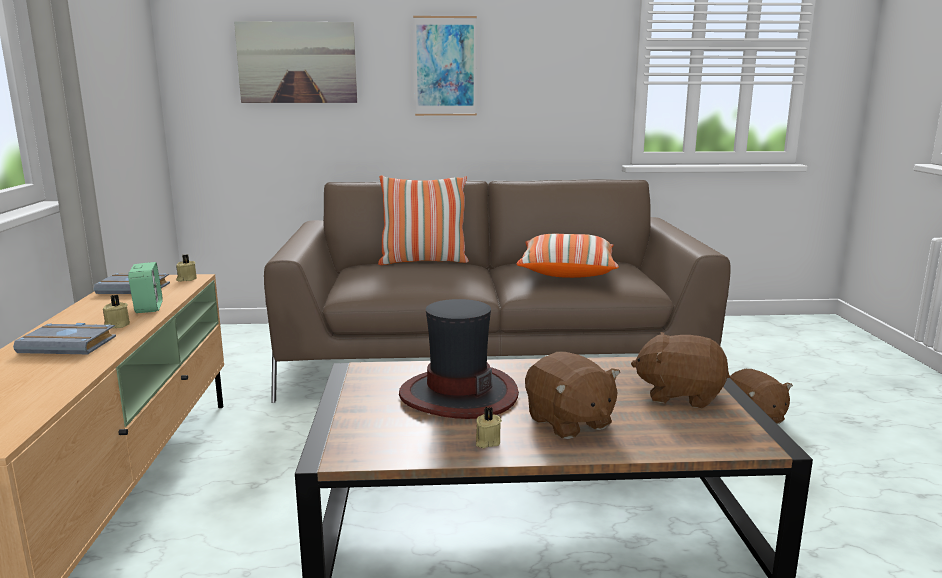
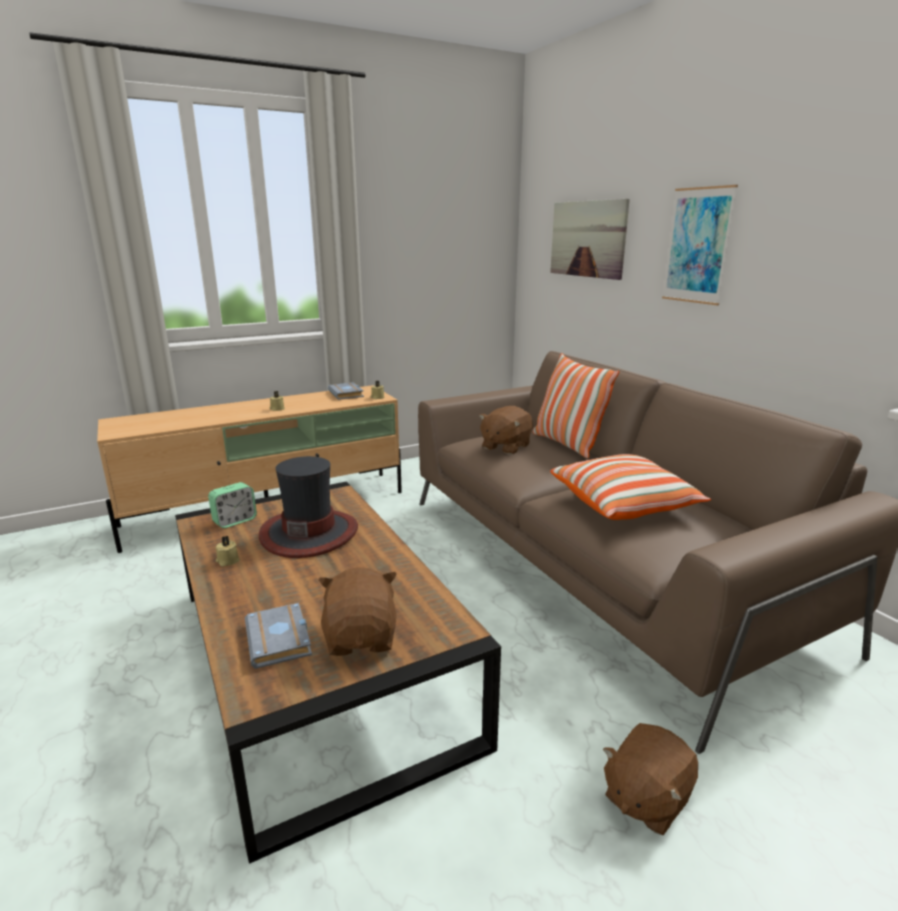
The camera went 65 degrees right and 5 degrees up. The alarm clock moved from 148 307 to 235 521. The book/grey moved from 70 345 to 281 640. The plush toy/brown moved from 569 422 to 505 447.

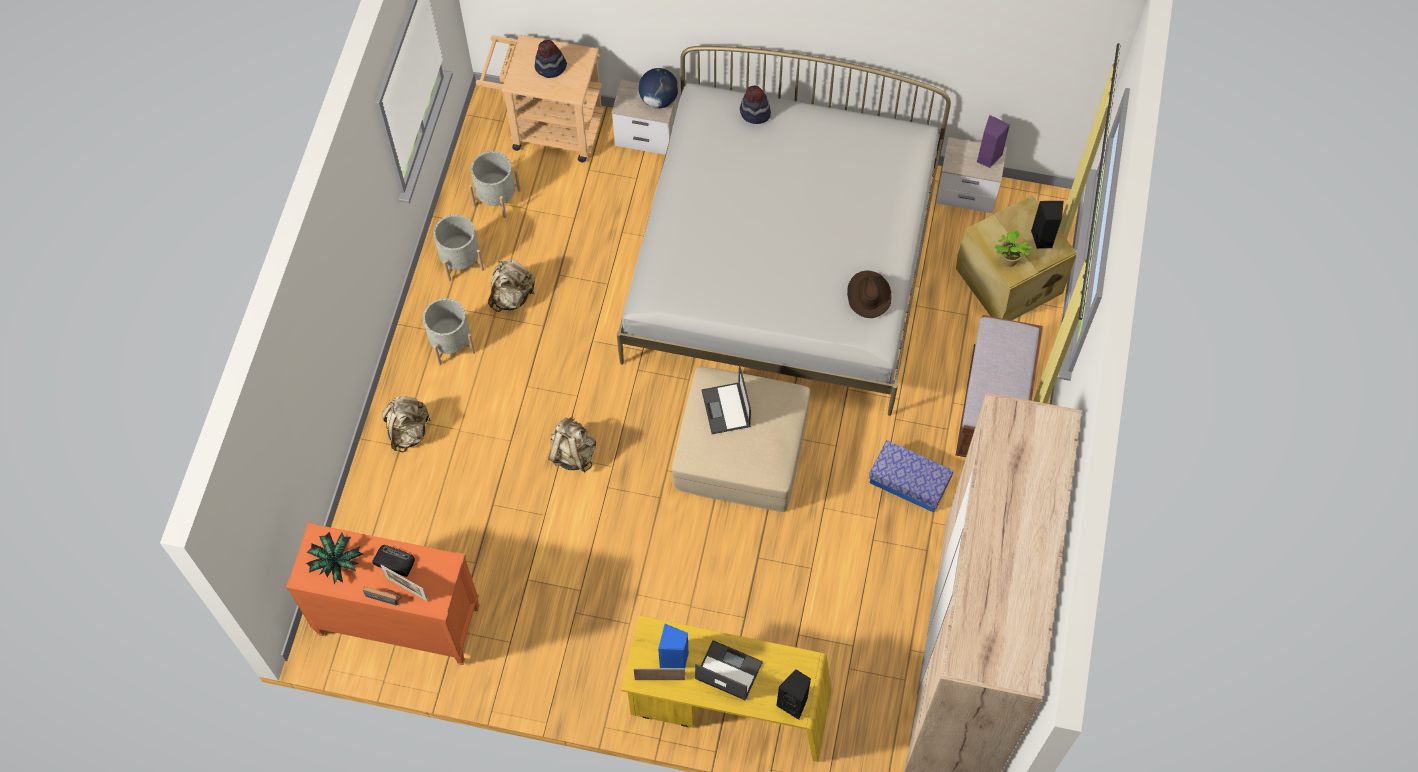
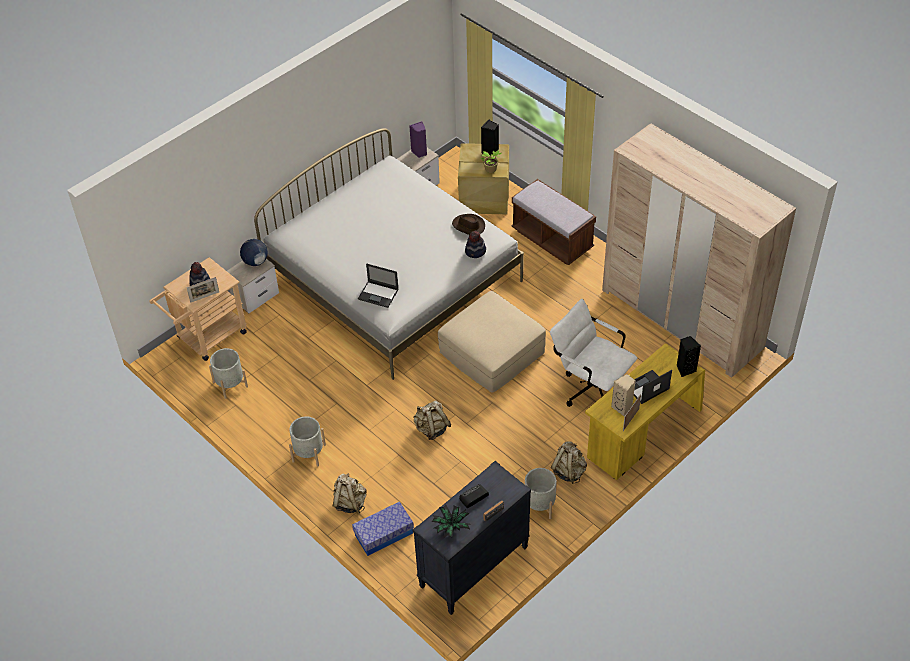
The camera went 55 degrees left and 15 degrees down. The picture frame moved from 407 589 to 204 297. The storage box moved from 908 482 to 384 534. The laptop moved from 726 409 to 378 294. The dresser/orange at 398 621 became the dresser/black at 473 568. The hat moved from 755 113 to 475 251. The planter/grey moved from 461 261 to 539 505. The office chair/white at 590 387 appeared. The backpack/beige moved from 512 296 to 569 471. The speaker/blue at 674 658 became the speaker/beige at 622 407.

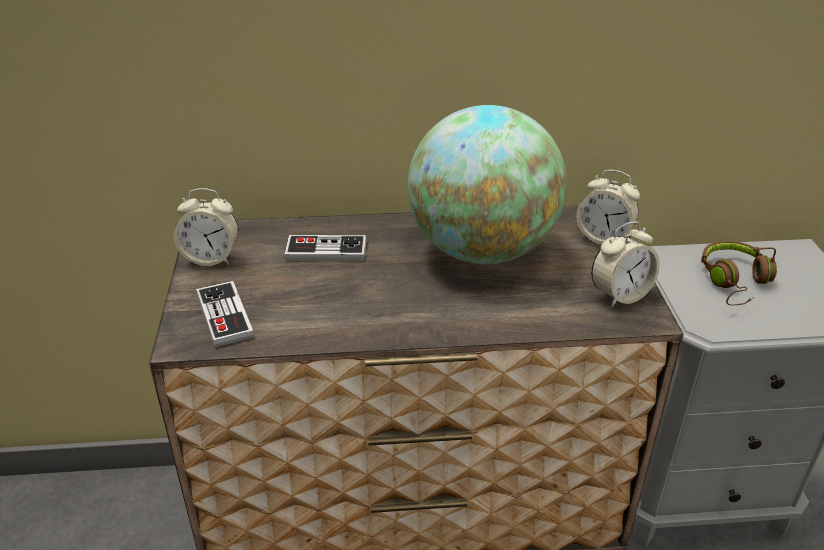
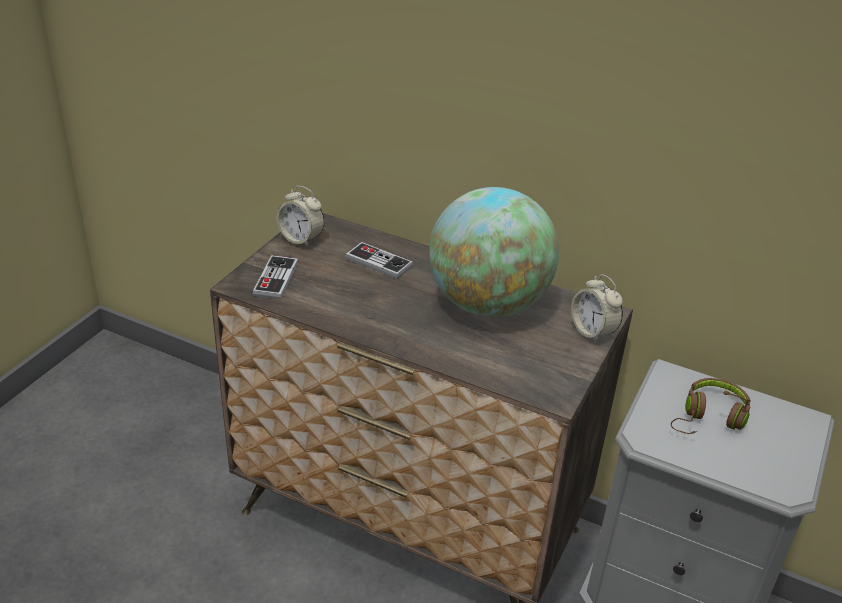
The camera went 30 degrees right and 0 degrees up. The alarm clock at 620 295 disappeared.

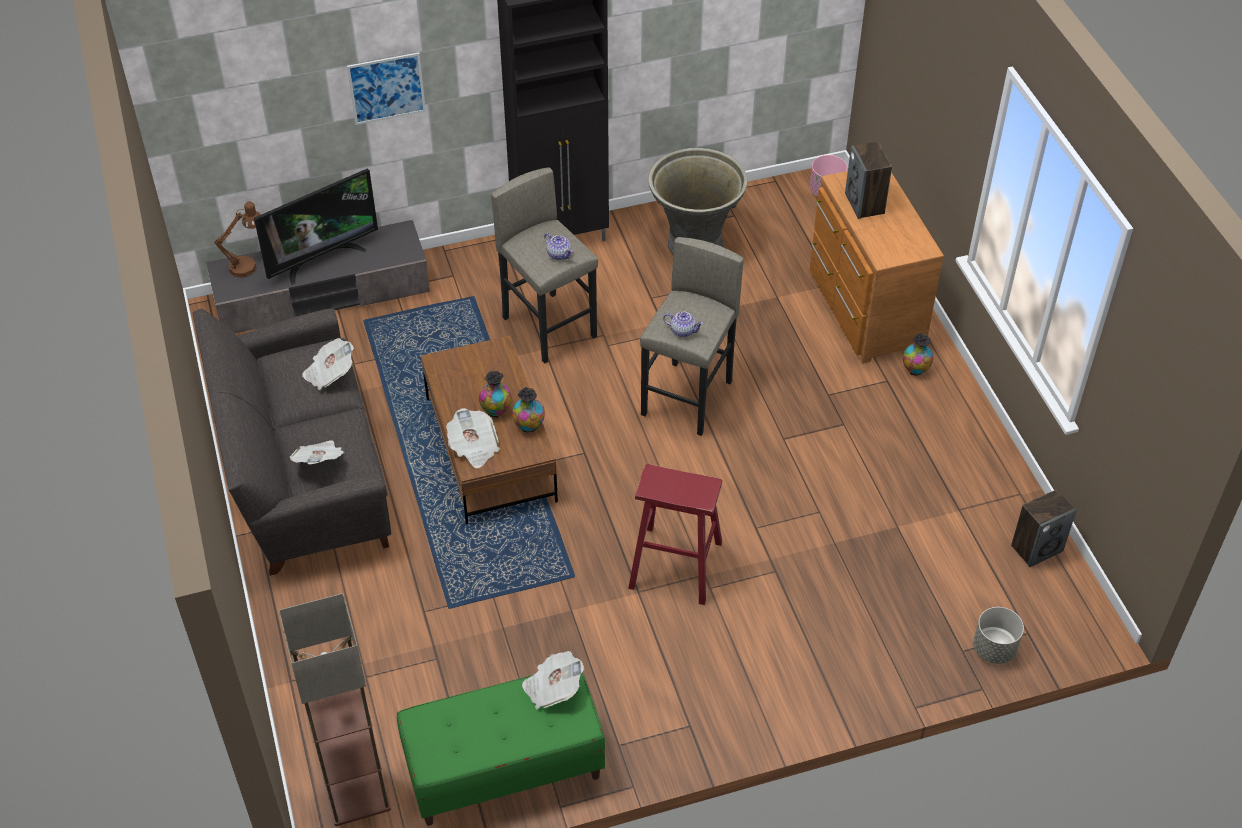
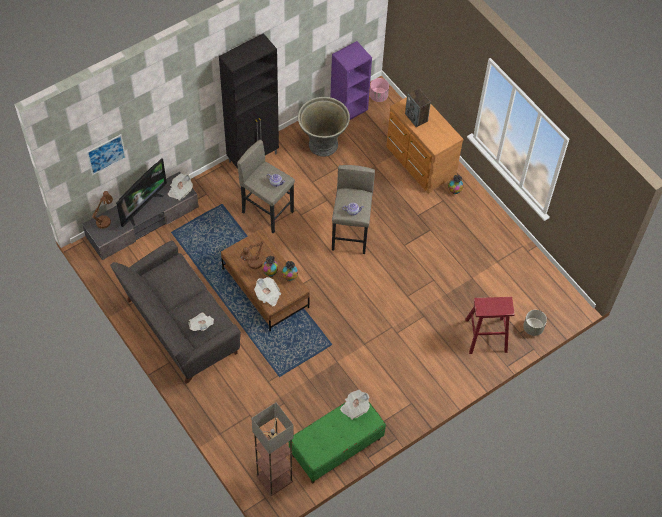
The camera went 20 degrees left and 10 degrees up. The picture moved from 386 88 to 106 154. The newspaper moved from 329 373 to 180 190. The table lamp/brown at 252 265 appeared. The bookcase/purple at 349 108 appeared. The stool/red moved from 675 565 to 486 335. The speaker at 1037 548 disappeared.

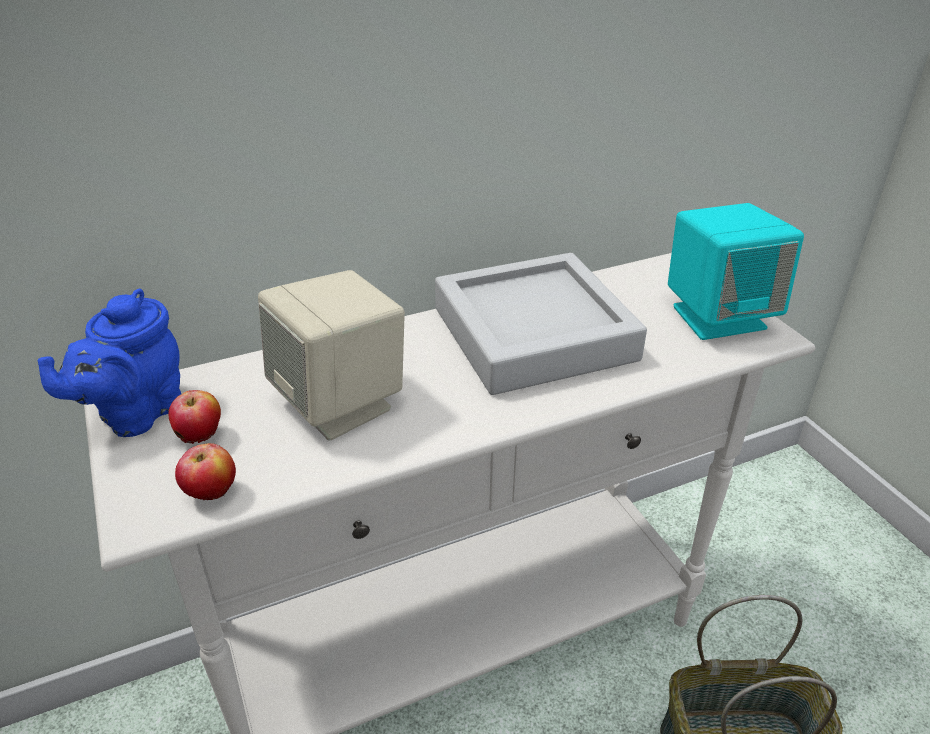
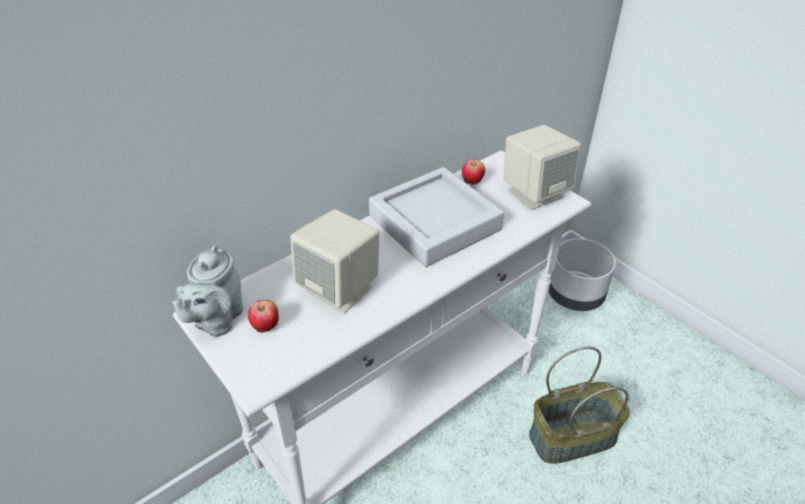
The camera went 15 degrees left and 5 degrees up. The teapot/blue at 136 414 became the teapot/grey at 217 320. The apple moved from 211 494 to 472 183. The speaker/turquoise at 718 317 became the speaker/beige at 535 193. The planter/grey at 575 296 appeared.

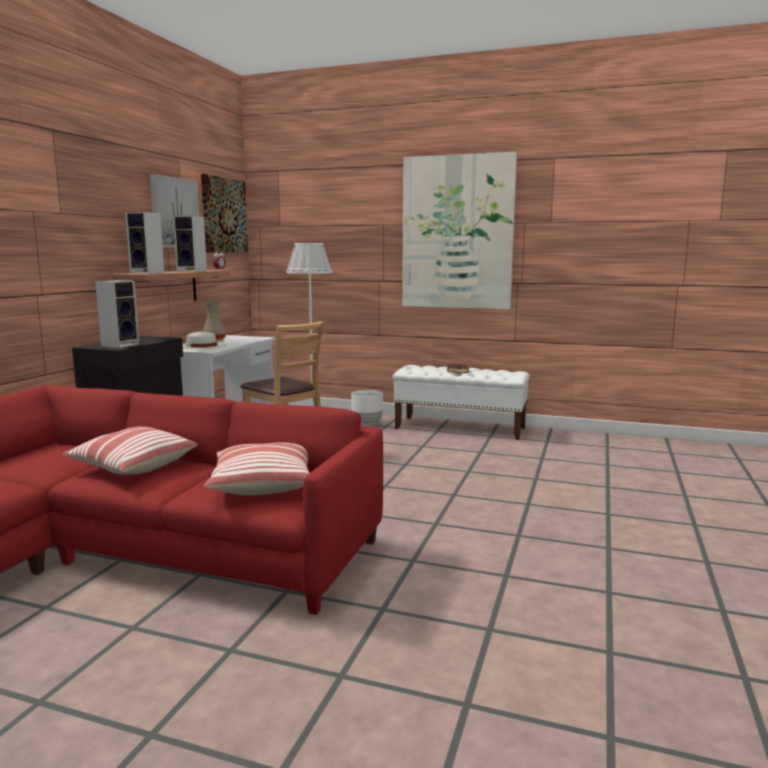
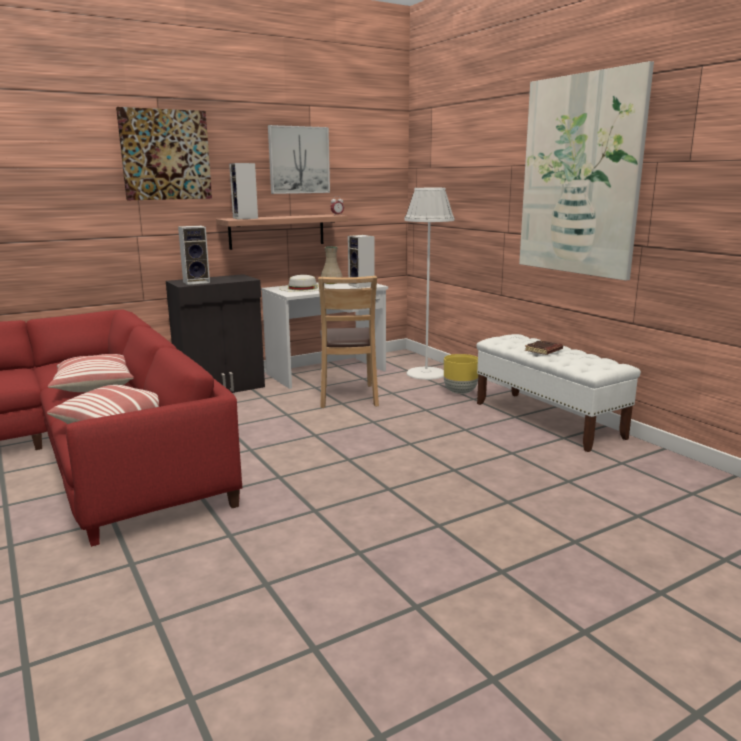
The camera went 40 degrees right and 5 degrees up. The picture moved from 223 215 to 165 155. The speaker moved from 193 271 to 362 285. The planter/white at 367 424 became the planter/yellow at 460 392.

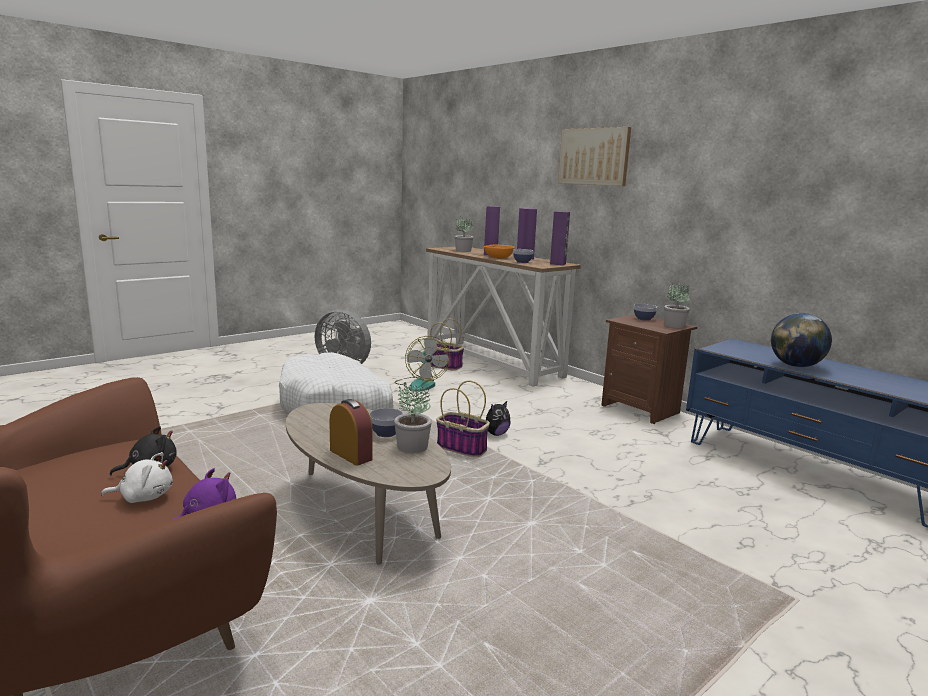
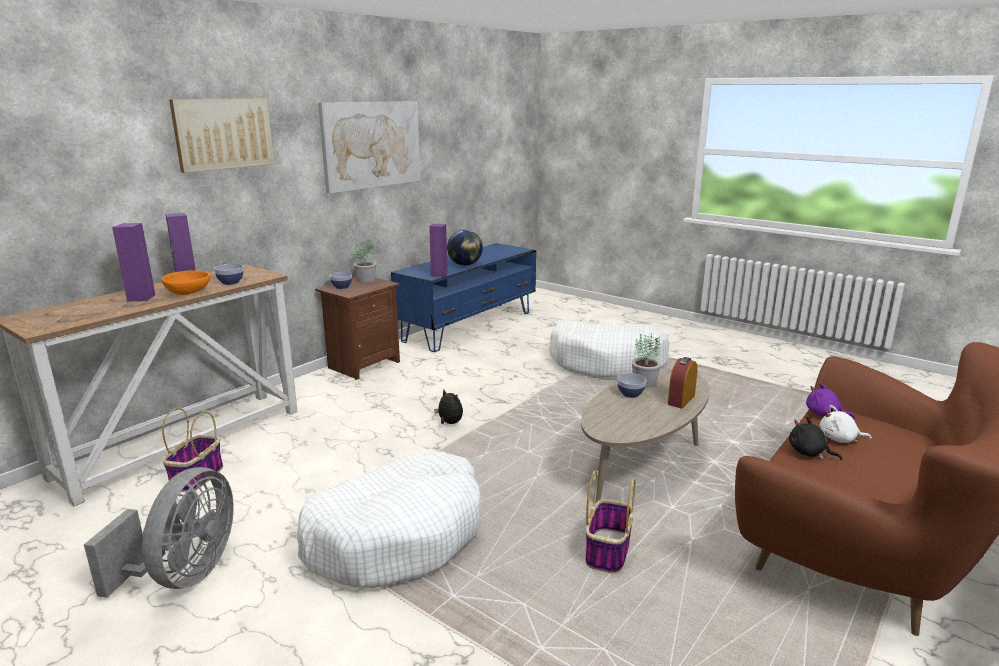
The camera went 100 degrees left and 5 degrees up. The picture at 372 144 appeared. The speaker/purple moved from 558 264 to 439 274. The dog bed/white at 607 363 appeared. The basket moved from 462 448 to 607 551. The plush toy/white at 144 497 turned 60 degrees counterclockwise. The fan at 420 384 disappeared. The potted plant at 463 251 disappeared.

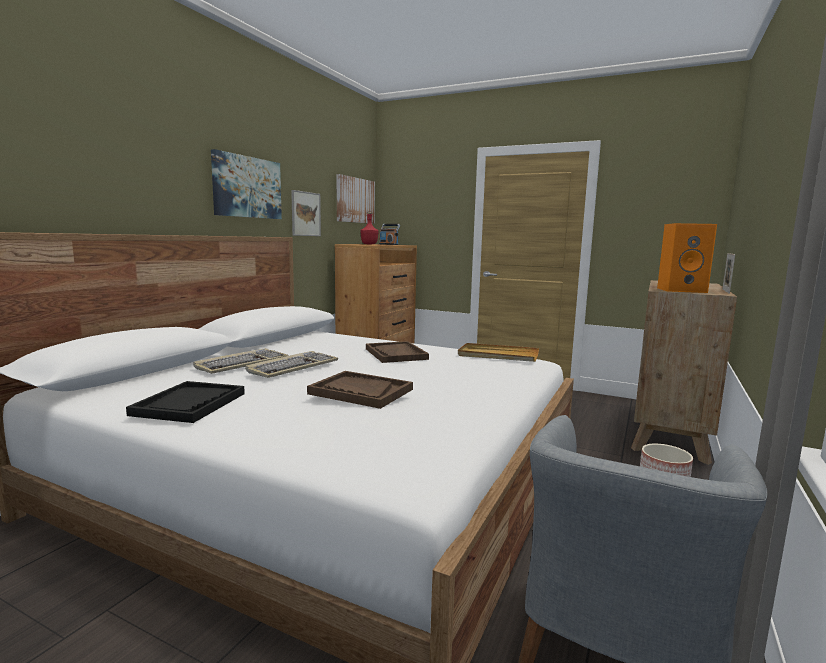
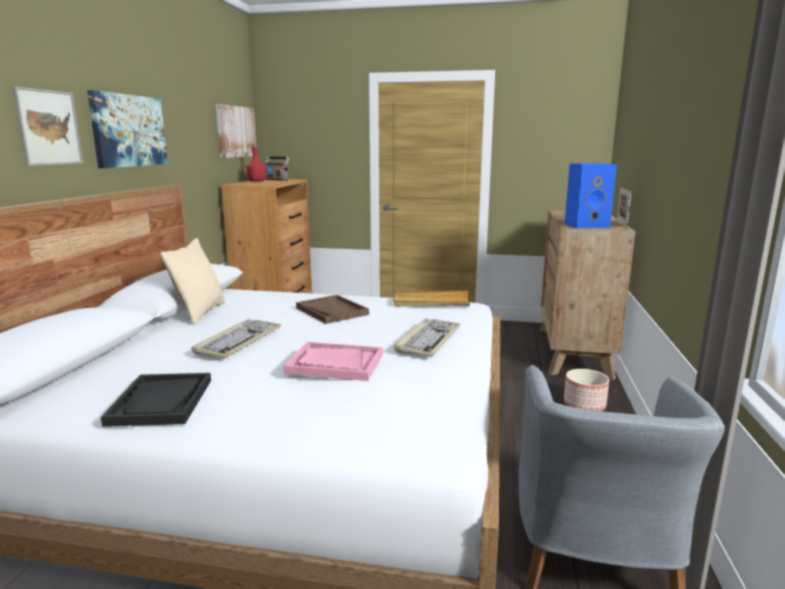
The camera went 15 degrees left and 5 degrees up. The picture moved from 305 214 to 48 127. The pillow/beige at 199 312 appeared. The tray/brown at 360 392 became the tray/pink at 335 364. The keyboard moved from 242 364 to 428 340. The speaker/orange at 682 290 became the speaker/blue at 587 225.

